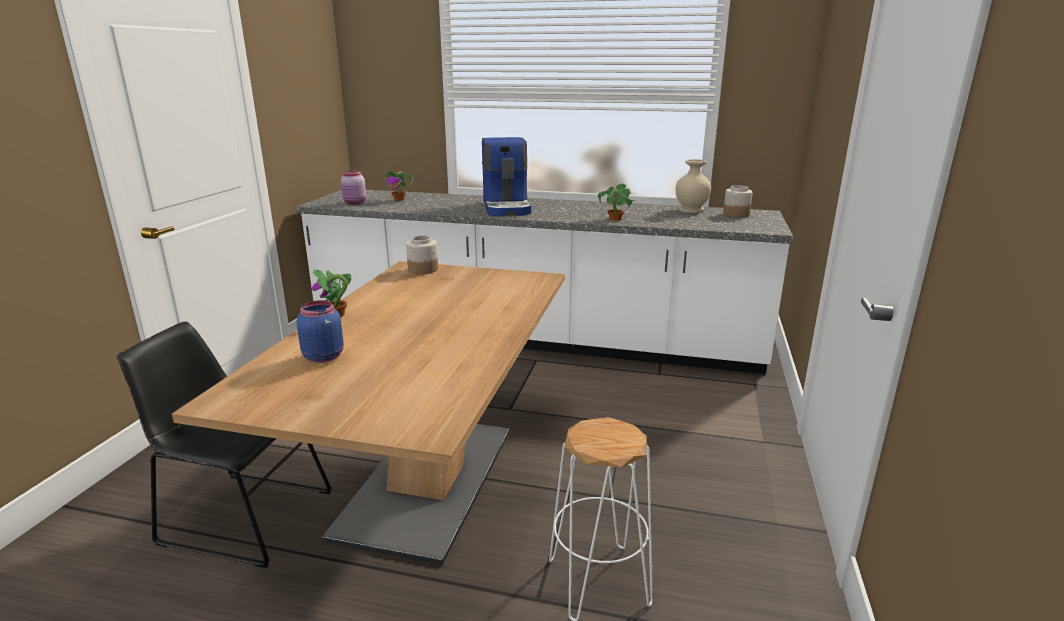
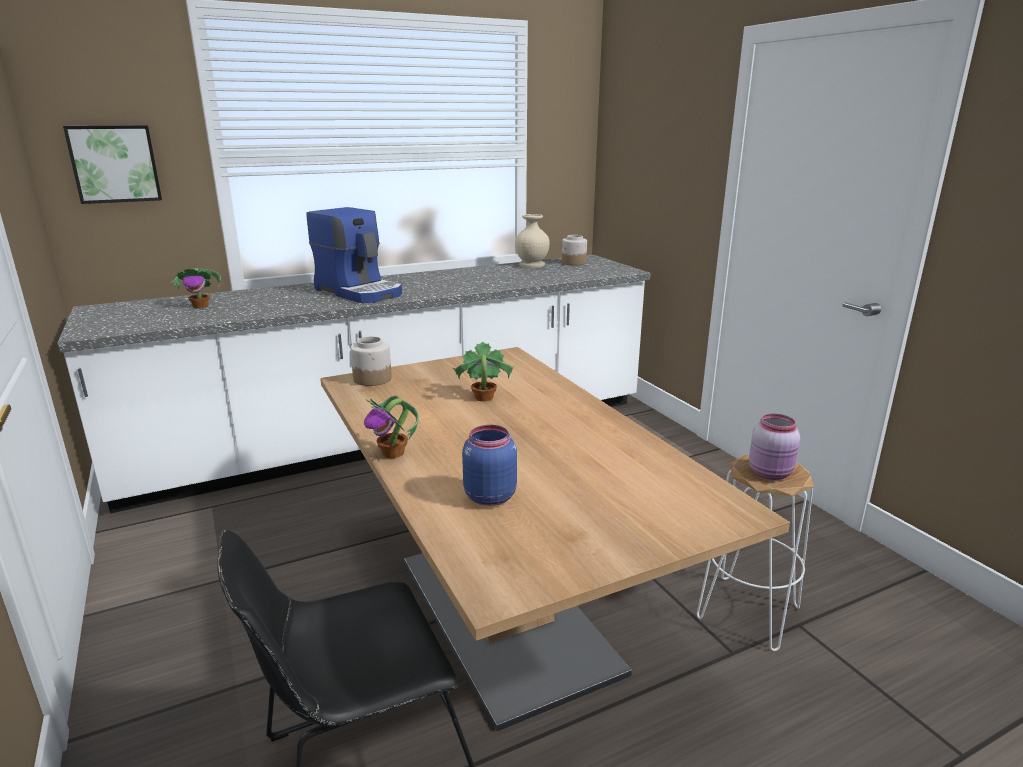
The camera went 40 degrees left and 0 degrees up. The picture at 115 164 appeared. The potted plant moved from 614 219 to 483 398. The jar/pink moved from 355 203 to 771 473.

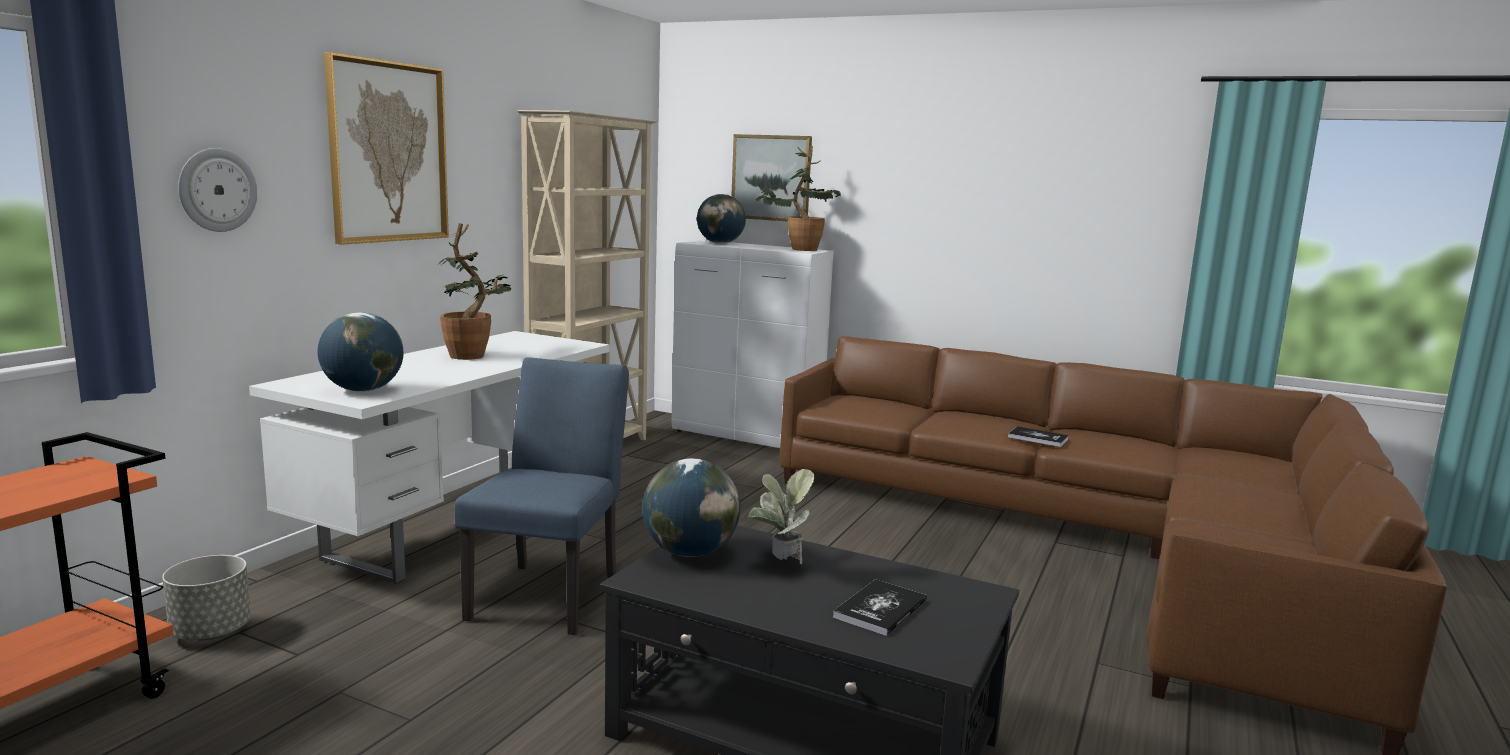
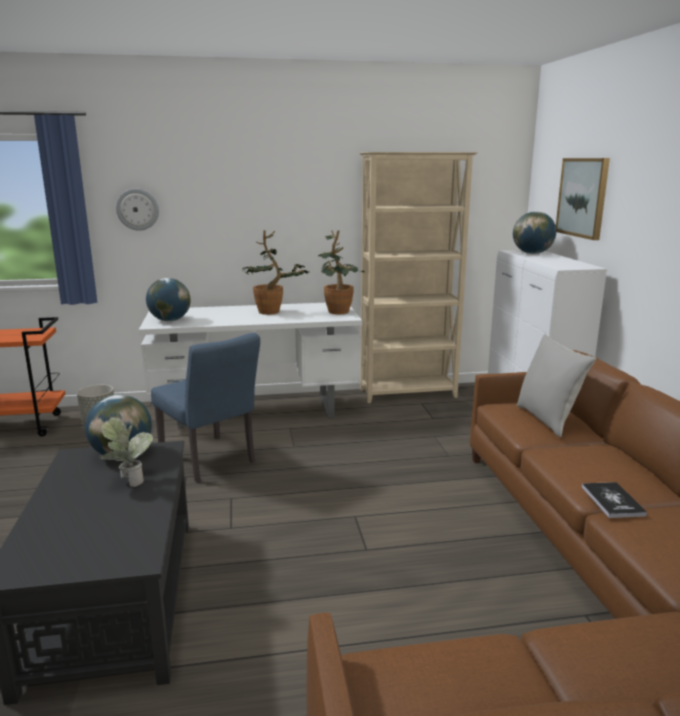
The camera went 55 degrees right and 5 degrees up. The chair/blue at 551 592 turned 75 degrees clockwise. The potted plant moved from 798 249 to 338 310. The pillow/grey at 547 419 appeared. The picture at 388 152 disappeared. The book at 880 609 disappeared.

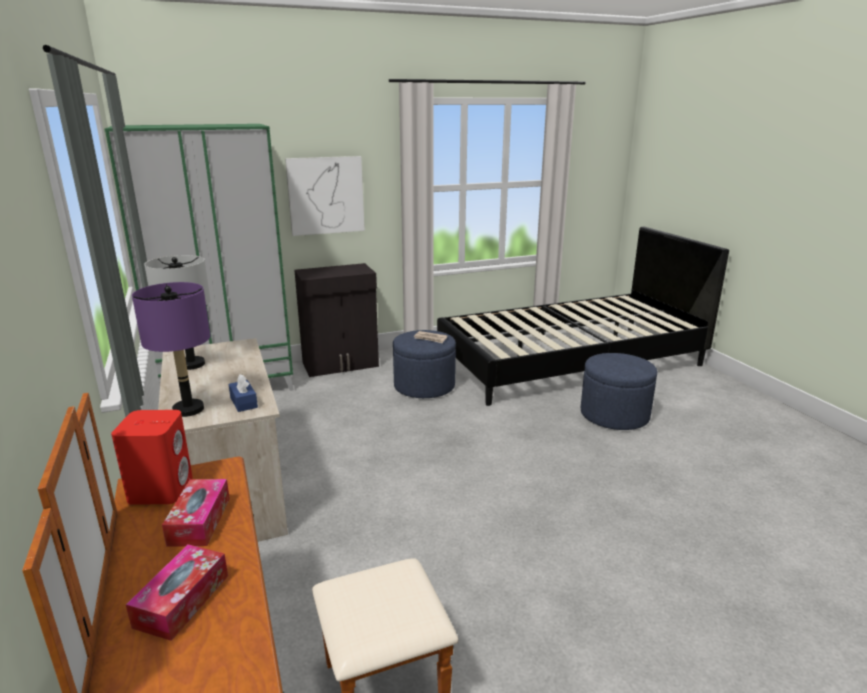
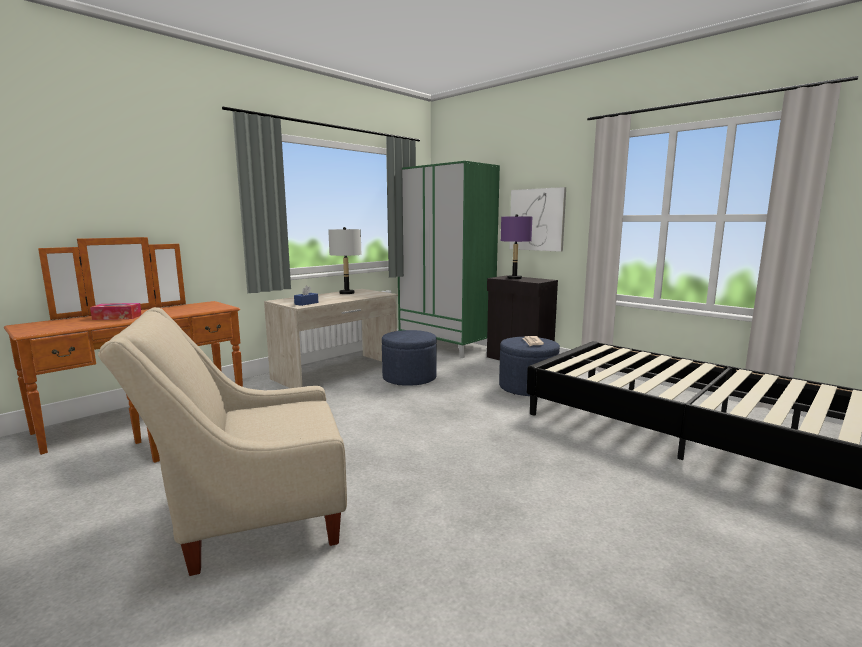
The camera went 65 degrees right and 10 degrees down. The armchair/beige at 250 516 appeared. The ottoman/blue moved from 614 415 to 409 378. The table lamp/purple moved from 188 410 to 514 278. The speaker/red at 161 489 disappeared. The tissue box at 199 521 disappeared.

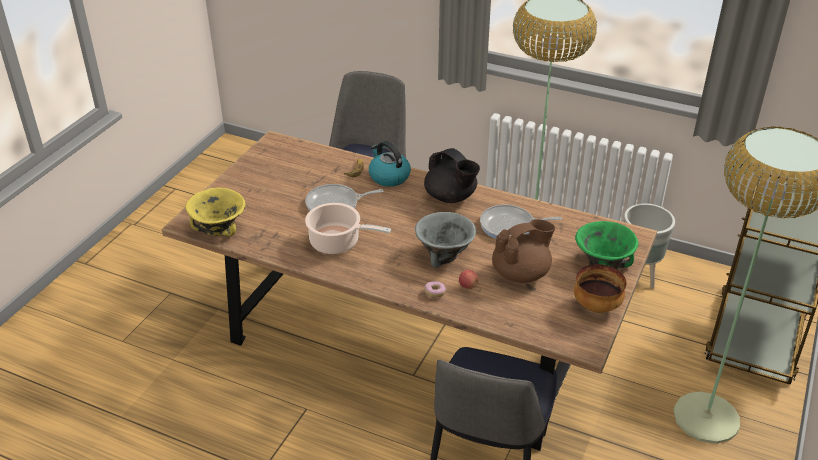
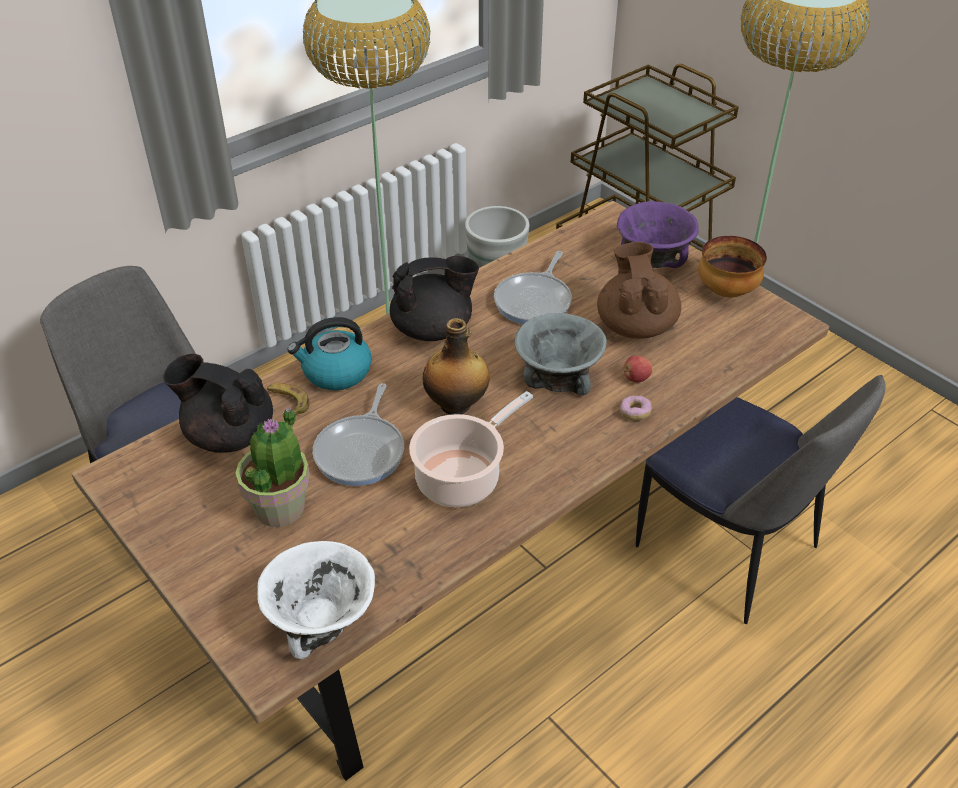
The camera went 65 degrees left and 5 degrees up. The teapot/black at 229 434 appeared. The potted plant at 280 507 appeared. The bowl/yellow at 218 229 became the bowl/white at 321 622. The bottle at 457 405 appeared. The bowl/green at 603 264 became the bowl/purple at 653 258.

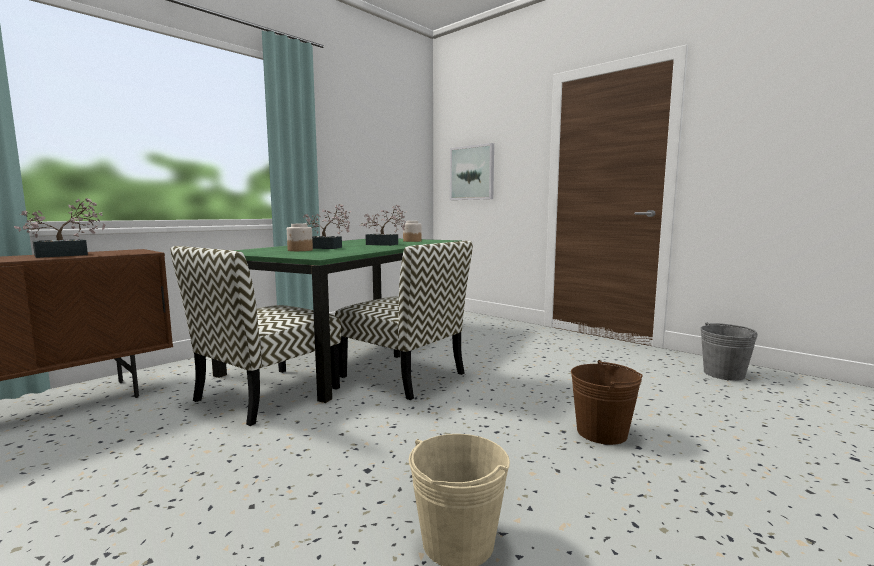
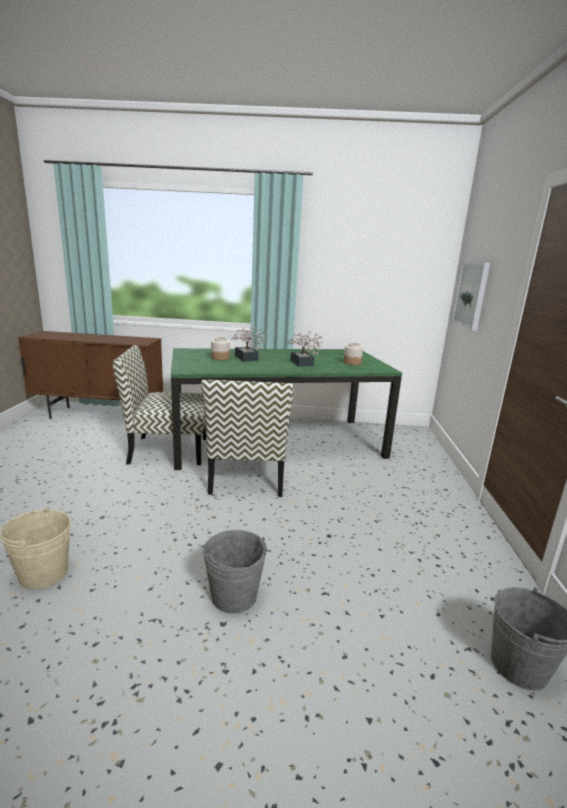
The camera went 50 degrees right and 10 degrees up. The bucket/brown at 602 432 became the bucket/grey at 234 596. The potted plant at 68 255 disappeared.

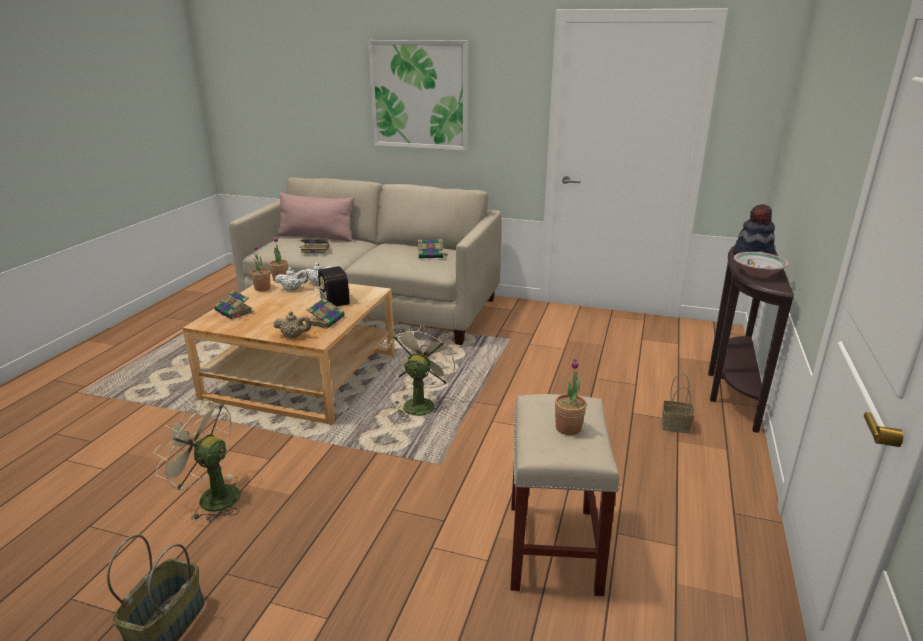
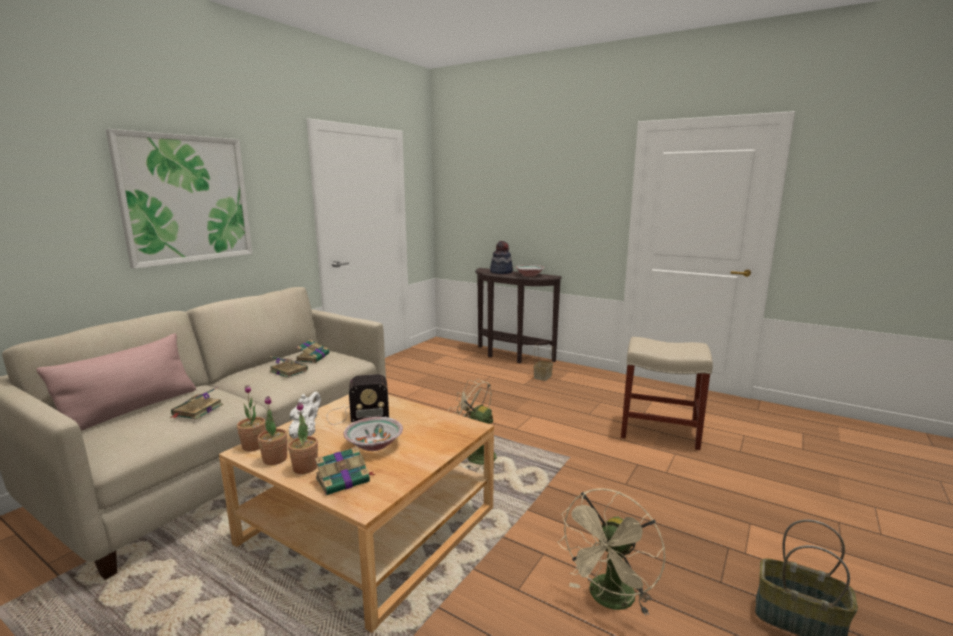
The camera went 75 degrees left and 10 degrees down. The book moved from 326 320 to 288 371. The potted plant moved from 568 428 to 305 468. The bowl at 374 445 appeared. The teapot/beige at 294 336 disappeared.

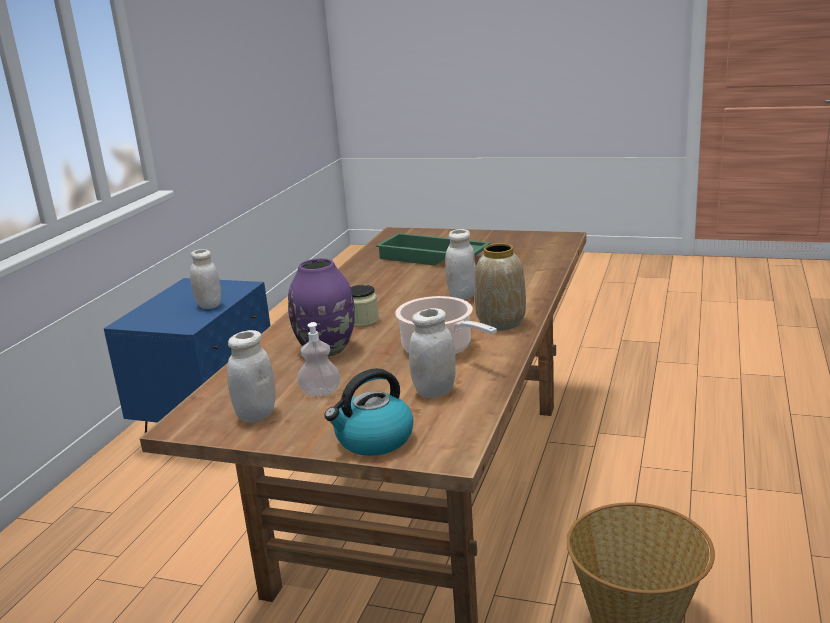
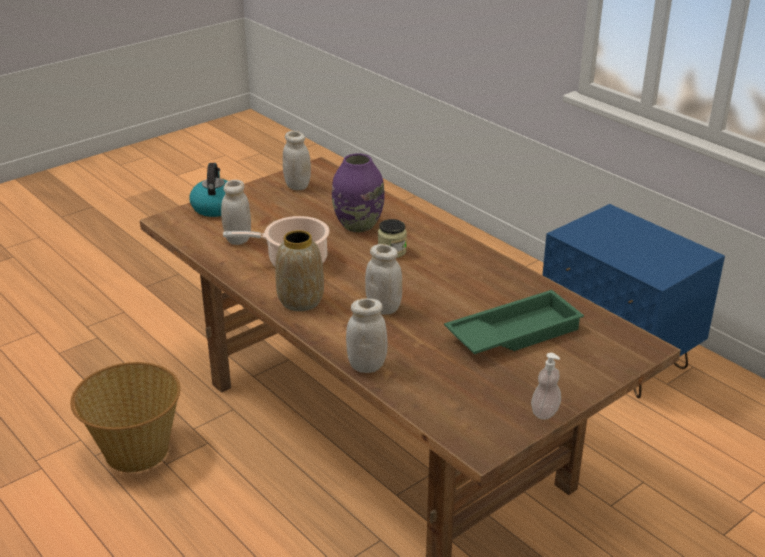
The camera went 120 degrees right and 10 degrees up. The jar/white moved from 209 305 to 367 366. The soap dispenser moved from 320 392 to 544 412.

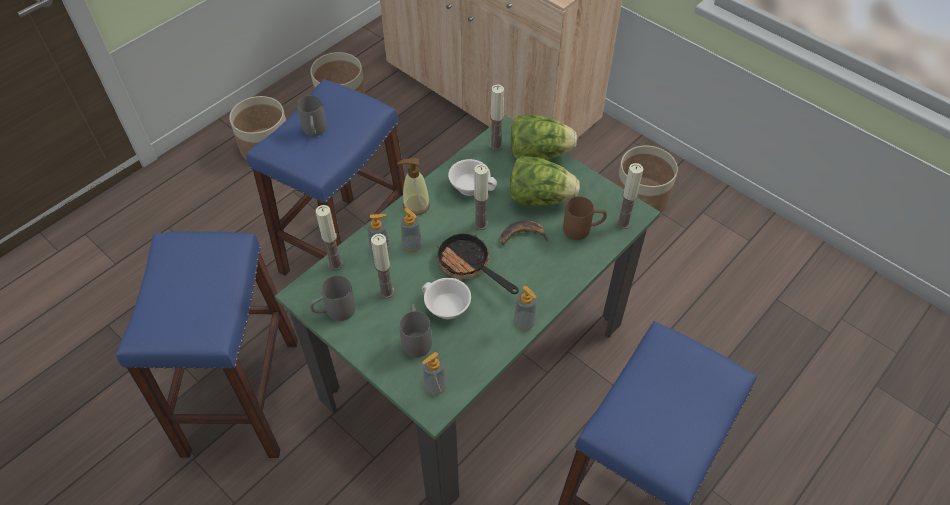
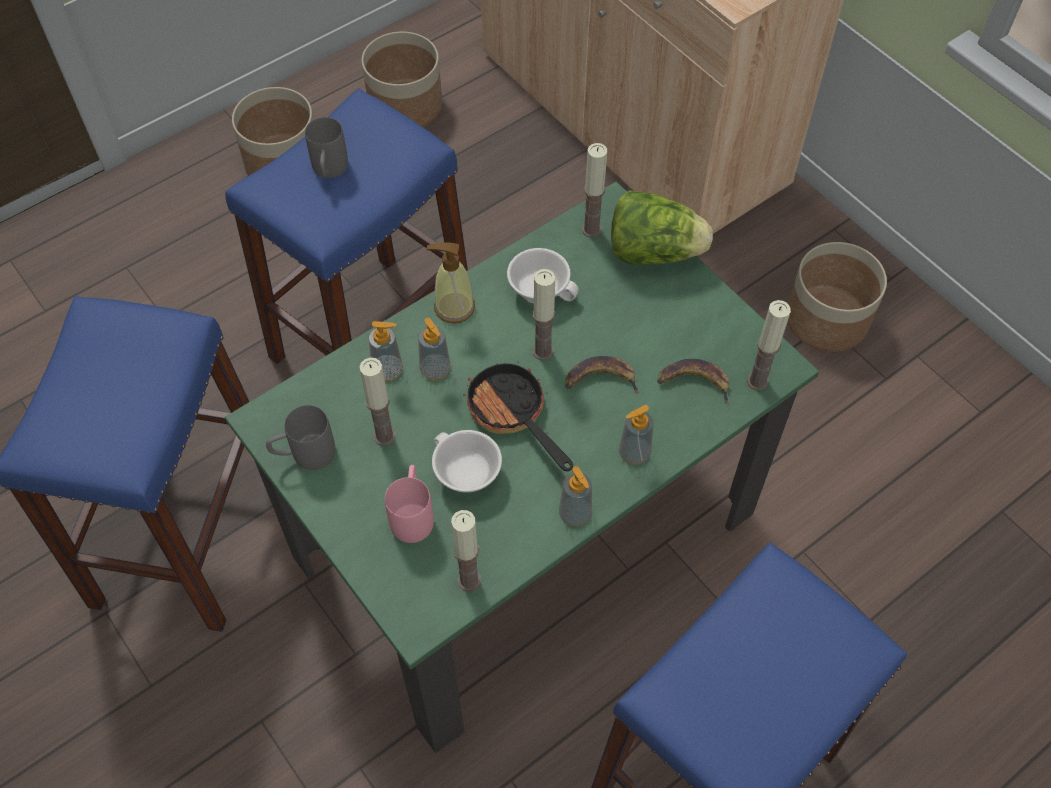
The camera went 10 degrees right and 5 degrees up. The mug/grey at 416 338 became the mug/pink at 413 513. The candle moved from 335 264 to 469 580. The soap dispenser moved from 435 386 to 634 453. The mug/brown at 583 230 was replaced by the banana at 694 382. The lettuce at 540 198 disappeared.

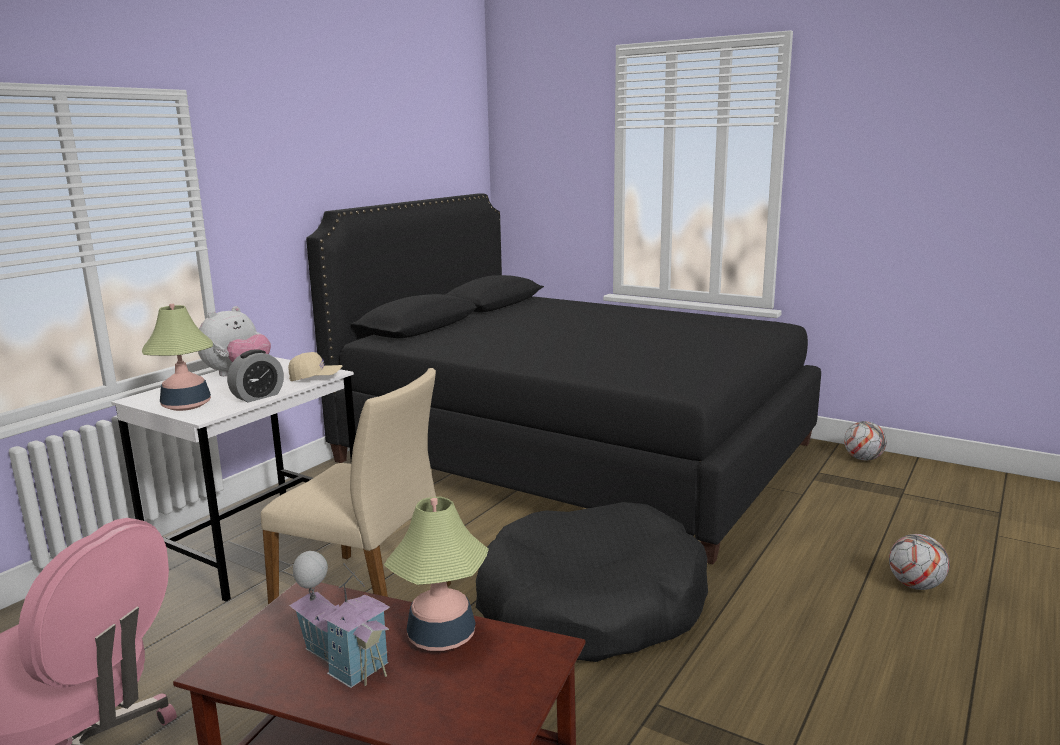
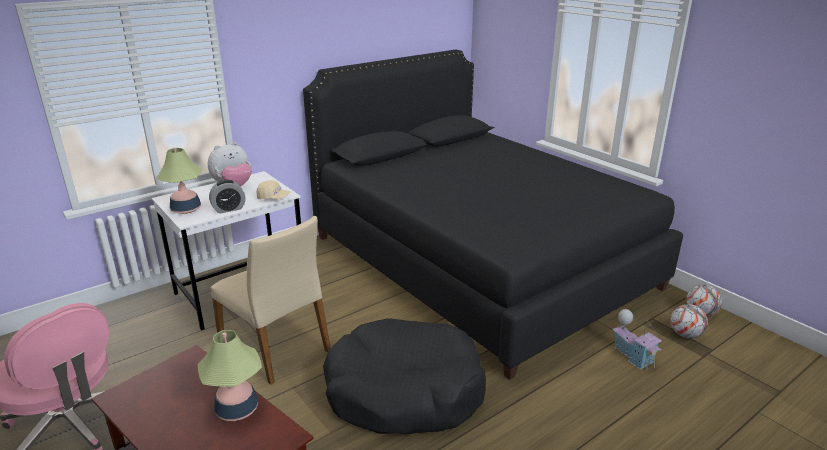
The camera went 20 degrees right and 10 degrees up. The toy house moved from 345 659 to 633 356. The football moved from 915 585 to 685 335.

